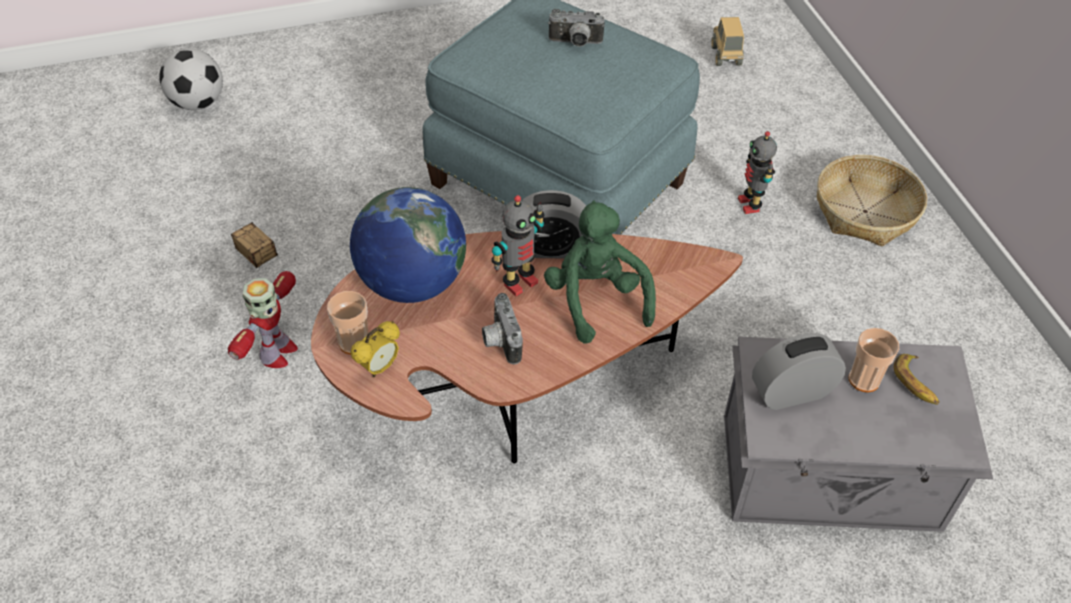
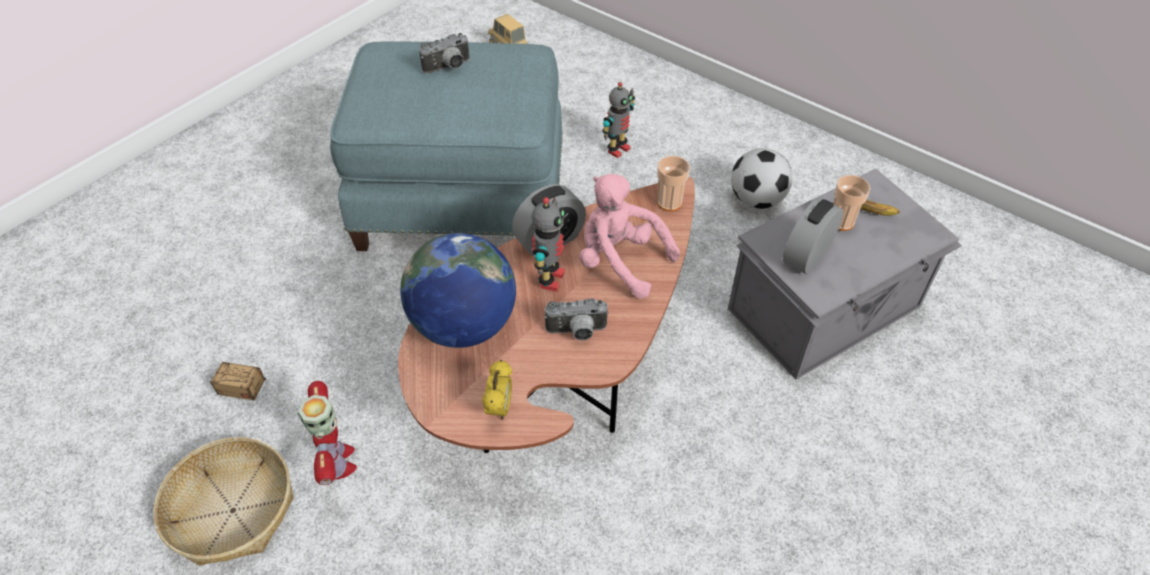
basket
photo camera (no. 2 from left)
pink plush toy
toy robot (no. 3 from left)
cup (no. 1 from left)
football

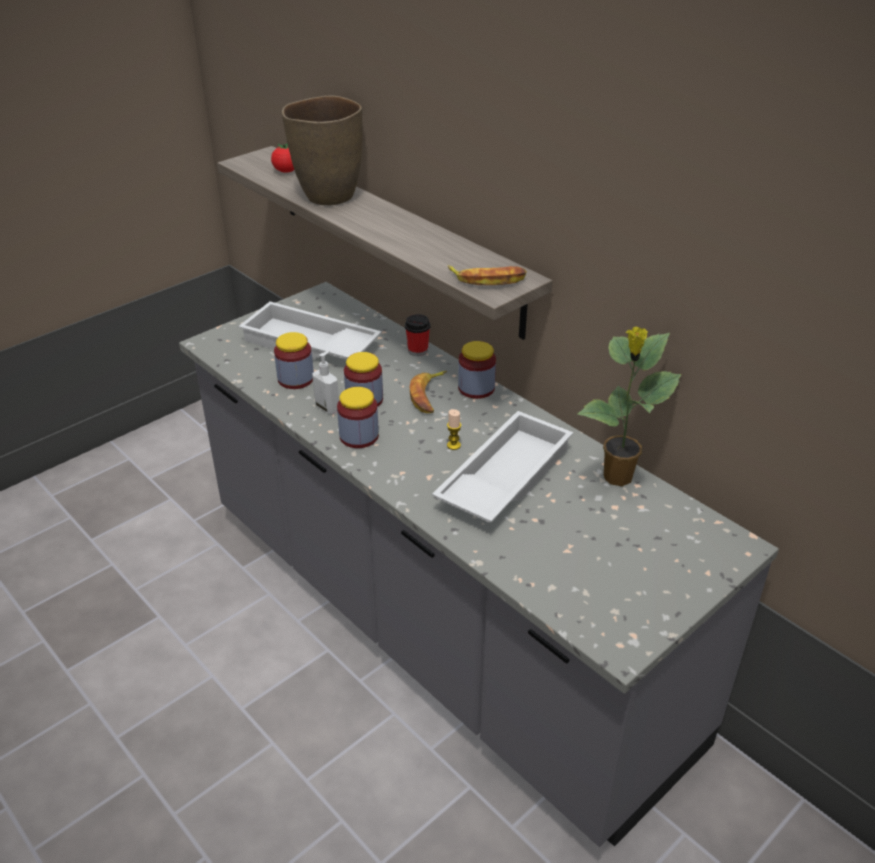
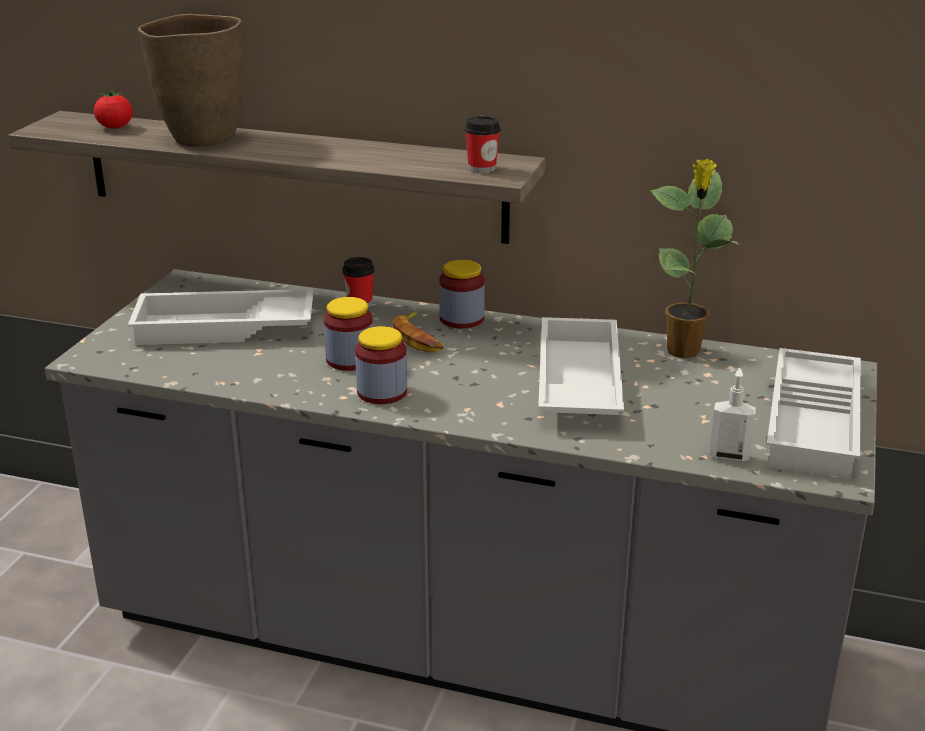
cup (no. 2 from left)
soap dispenser
white tray (no. 3 from left)
jar (no. 1 from left in the first image)
candle

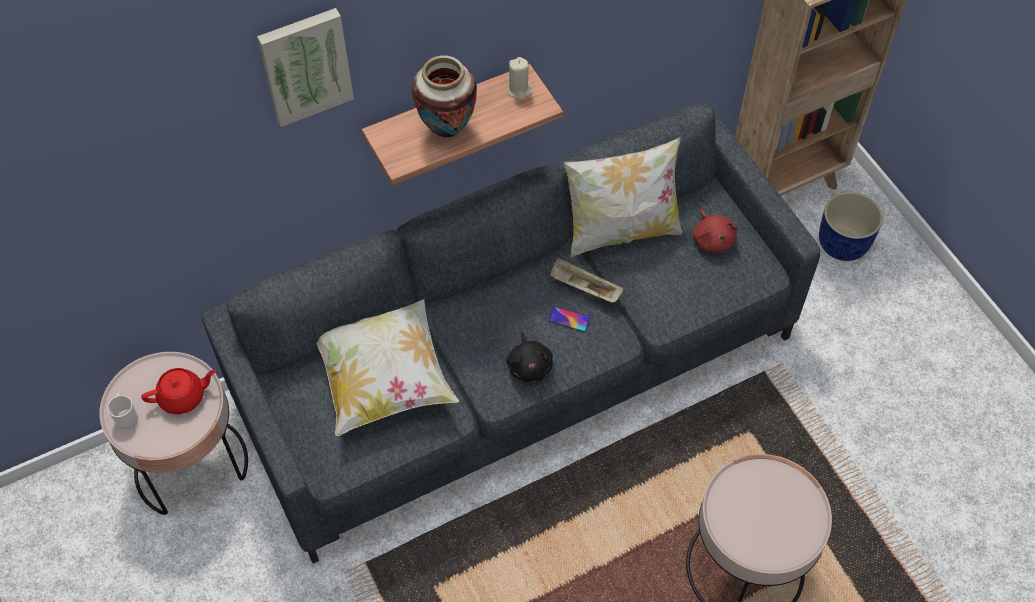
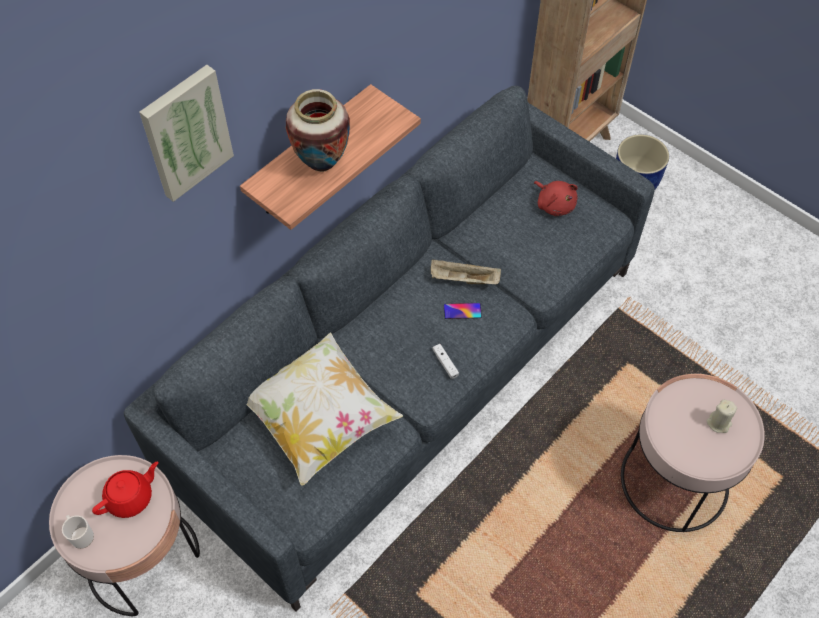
white game controller
beige candle
pillow (no. 2 from left in the first image)

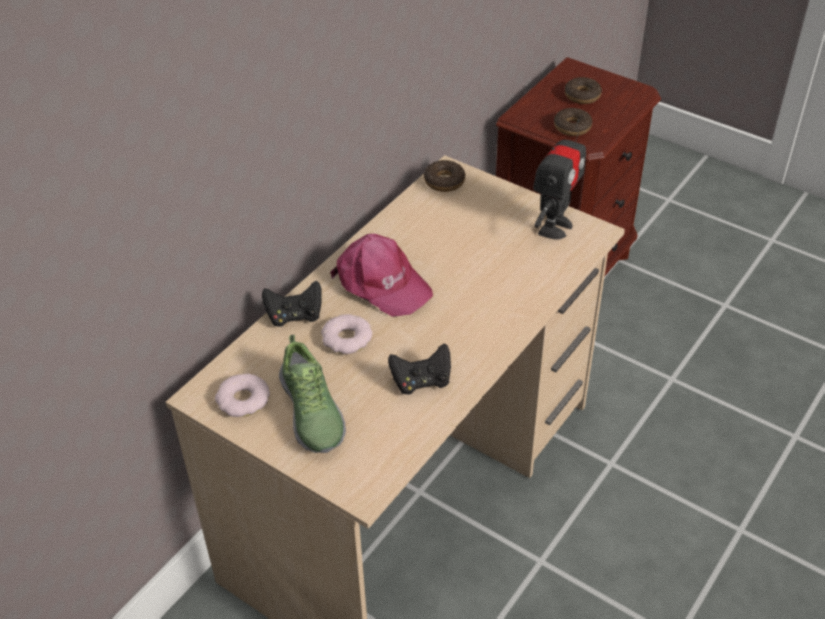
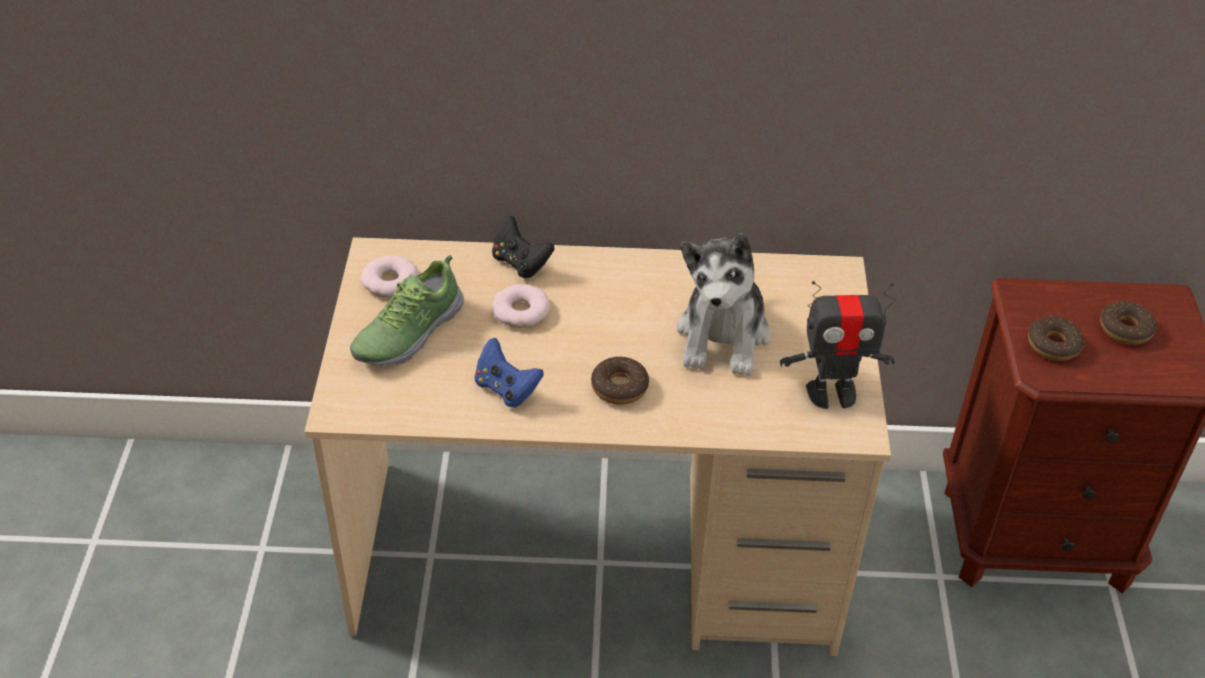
blue game controller
donut (no. 3 from left)
plush toy
pink cap

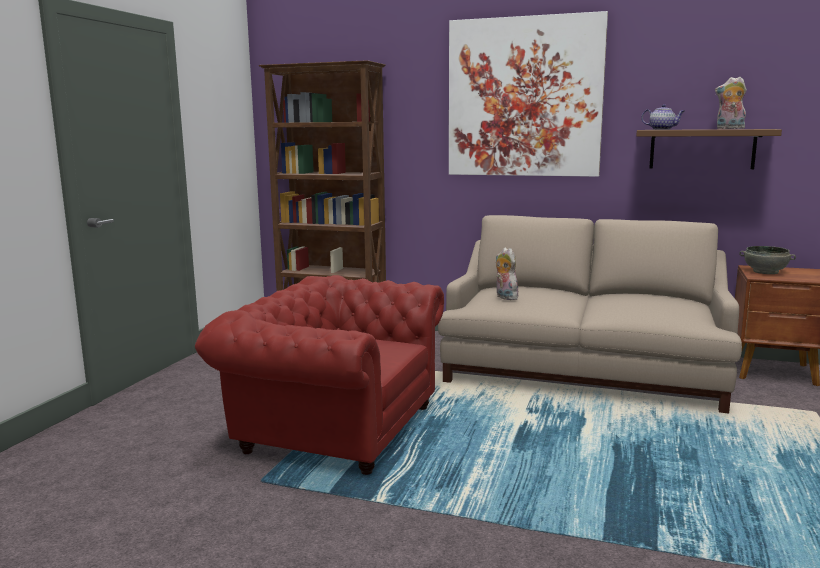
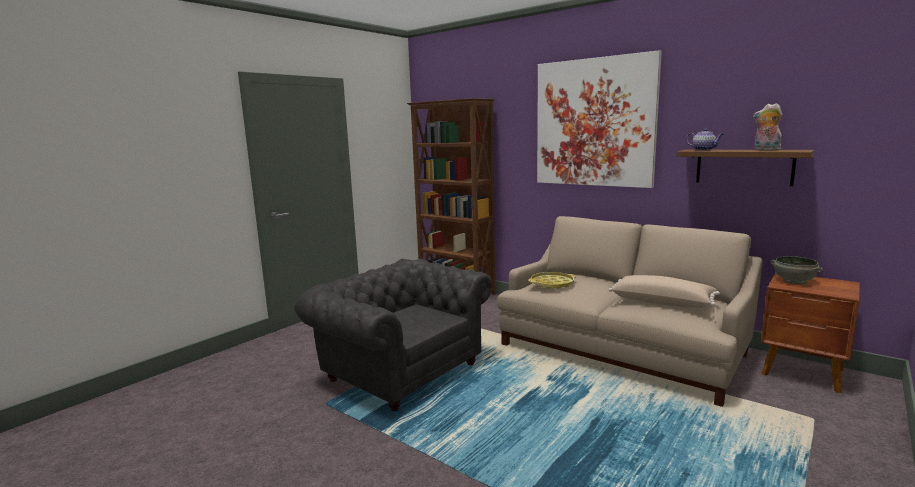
grey armchair
yellow tray
beige pillow

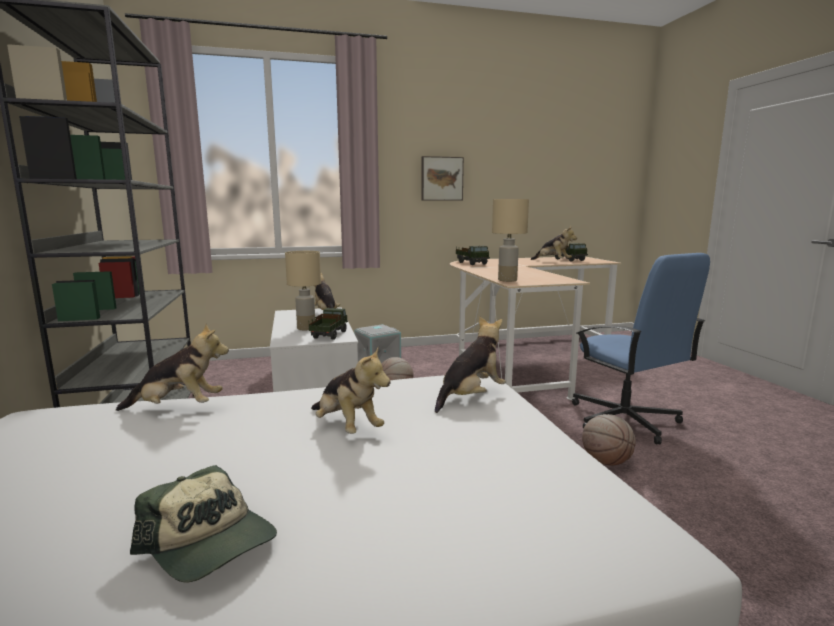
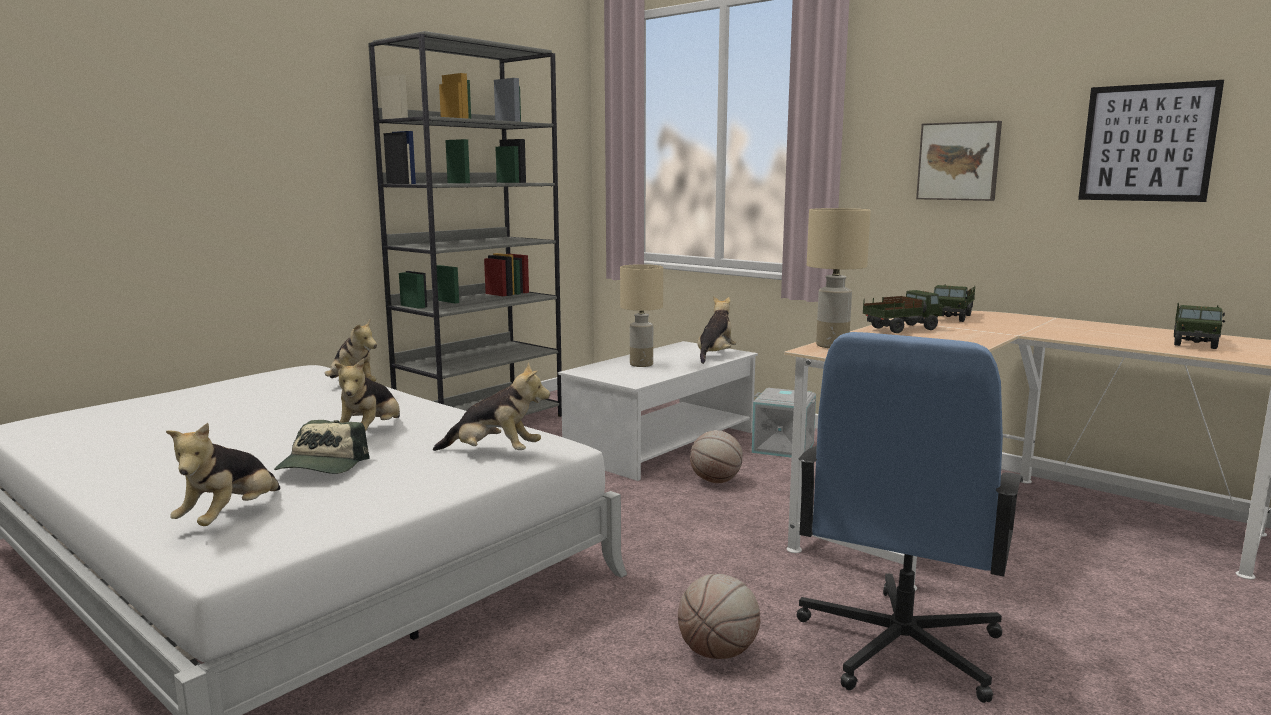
plush toy (no. 1 from left)
cap
toy truck (no. 1 from left)
picture (no. 2 from left)

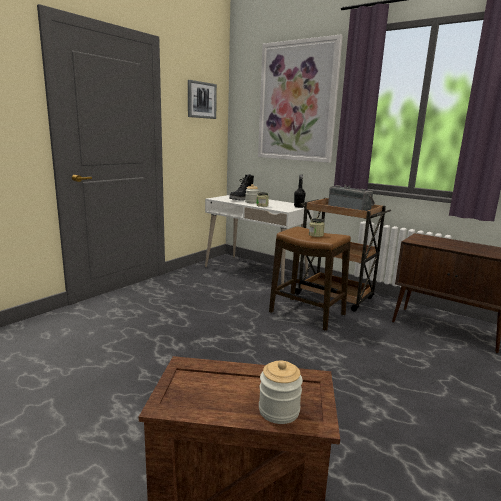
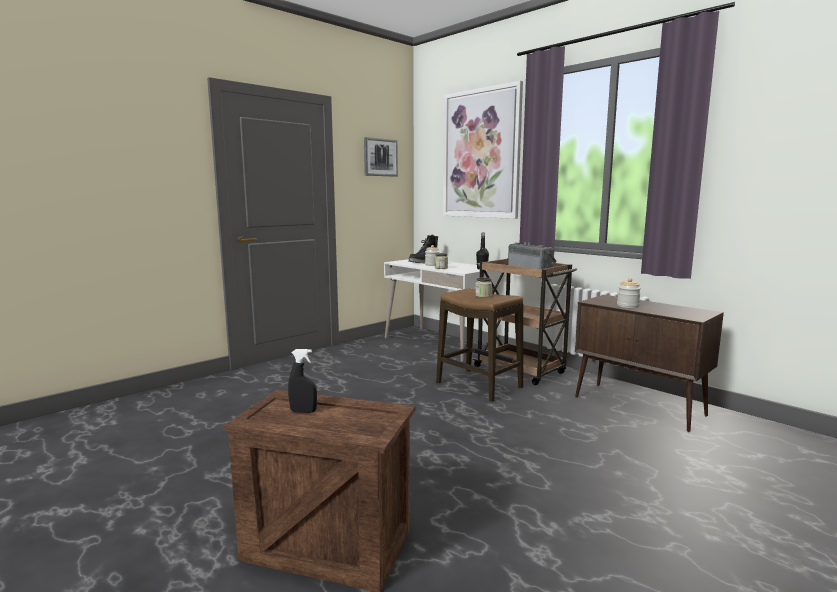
black spray bottle
jar (no. 4 from left)

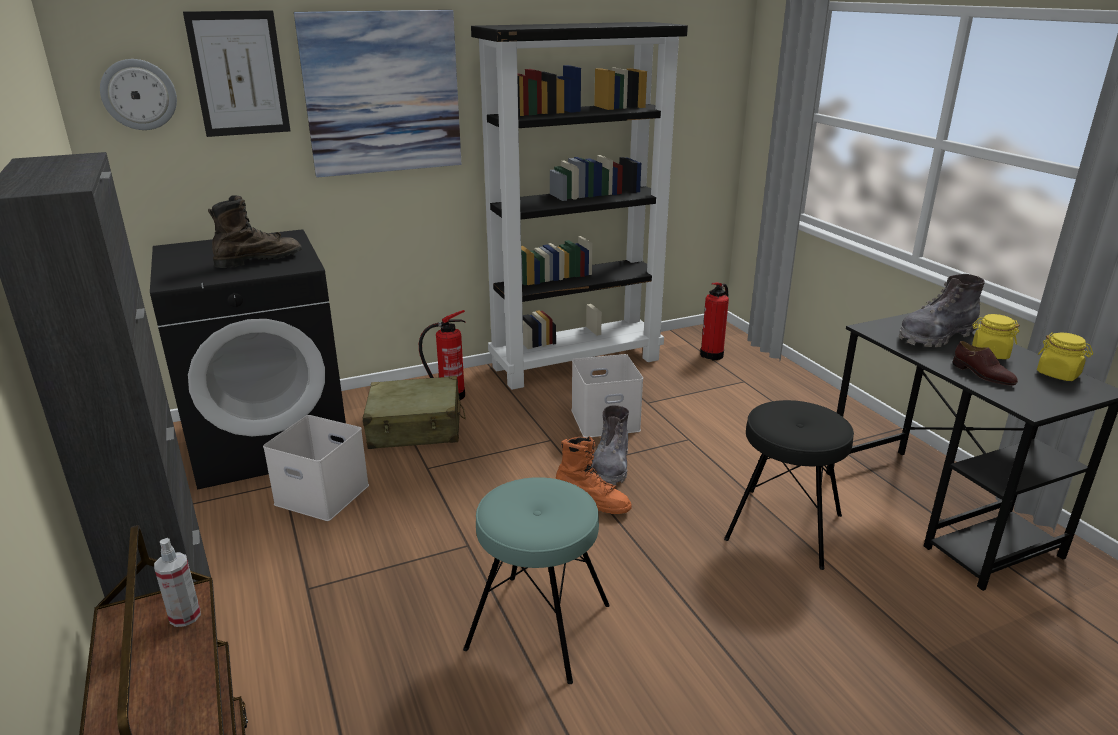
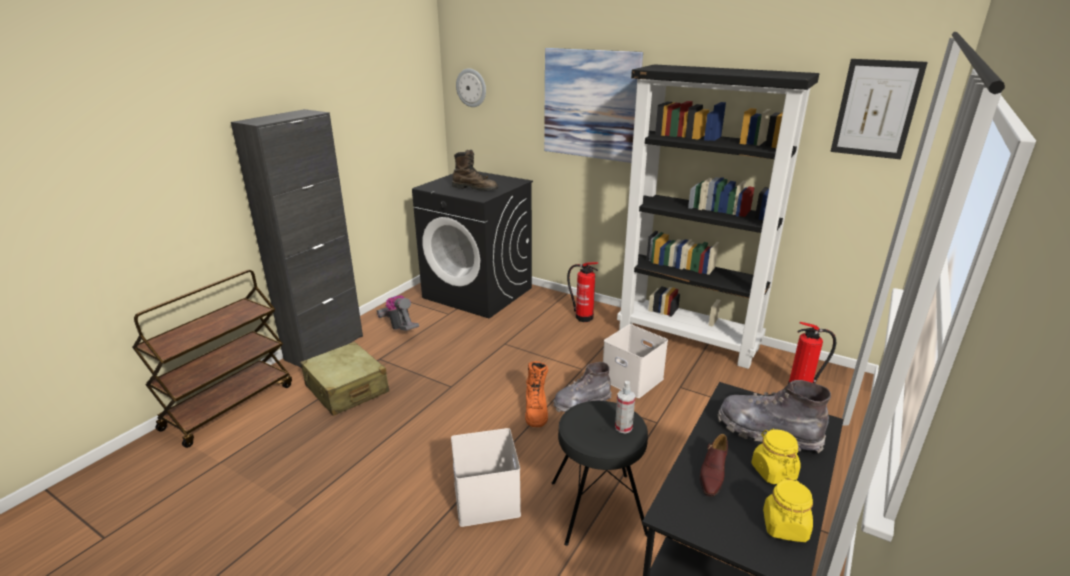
beige suitcase
vacuum cleaner
white storage box (no. 1 from left)
spray bottle
picture (no. 2 from left)
turquoise stool

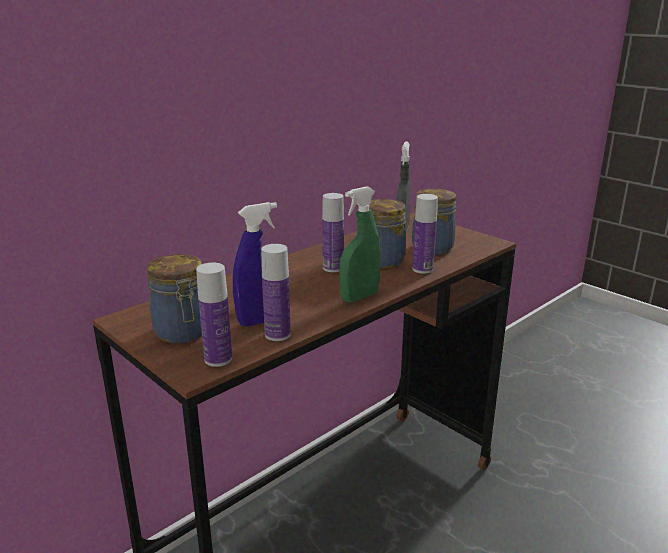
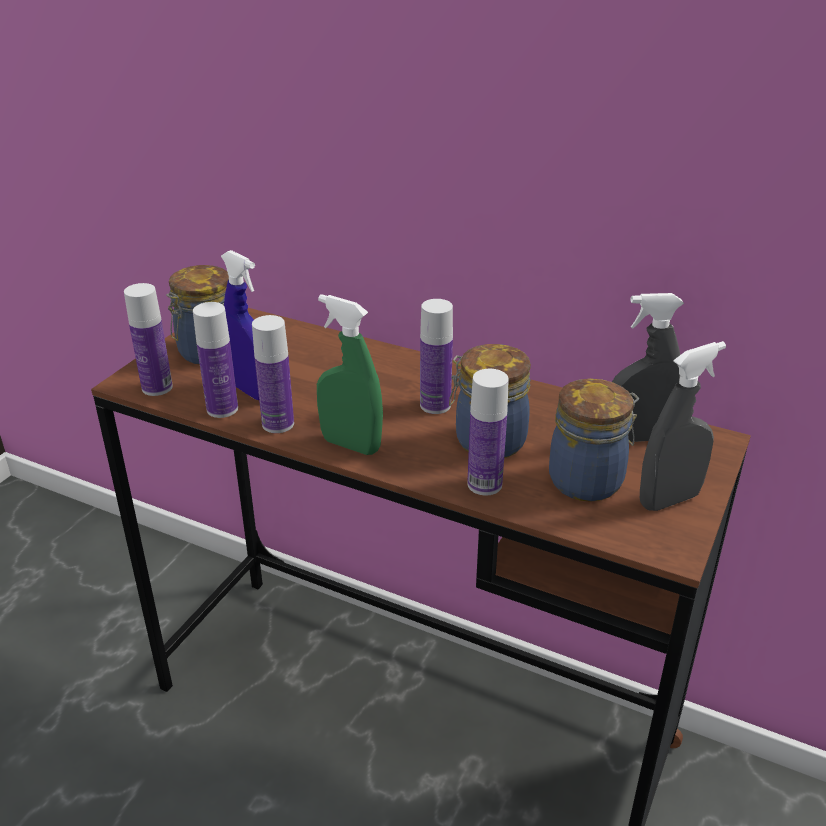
bottle (no. 3 from left)
grey spray bottle (no. 2 from left)

